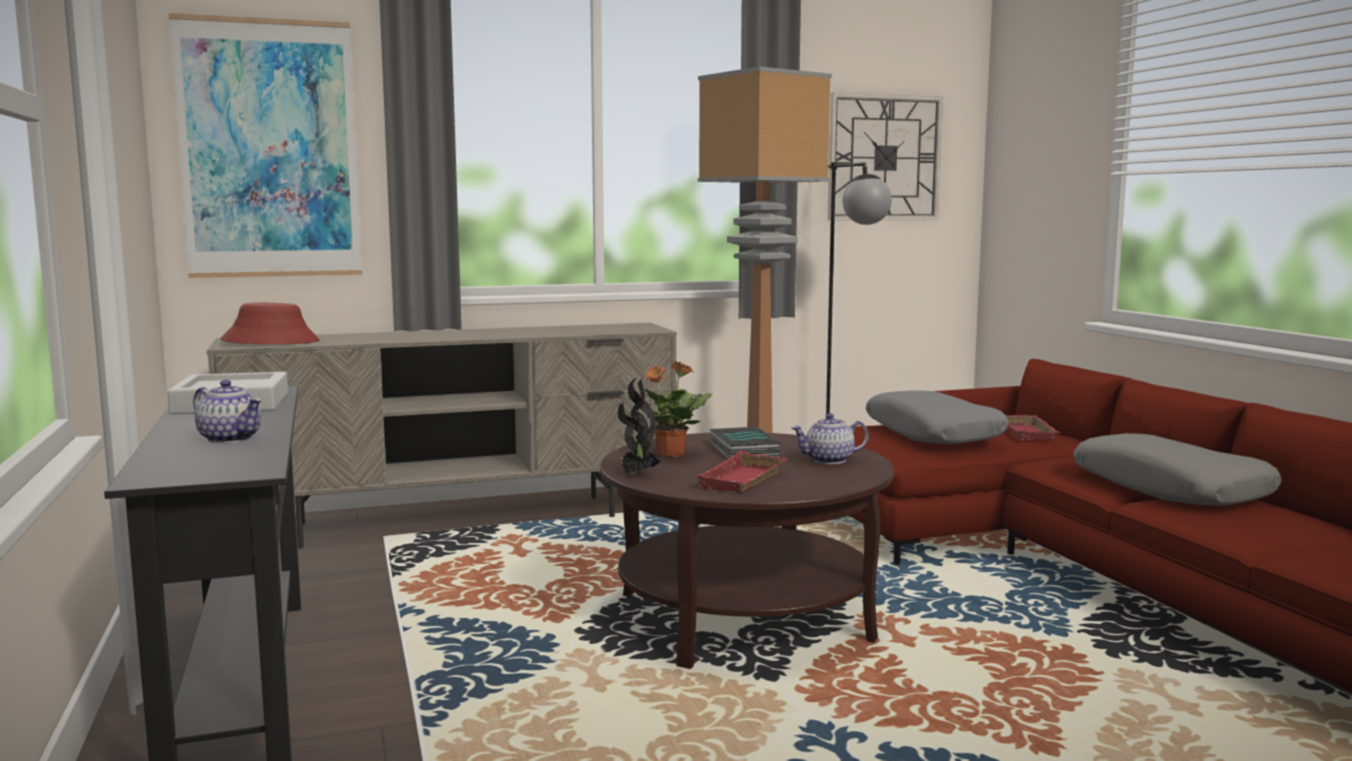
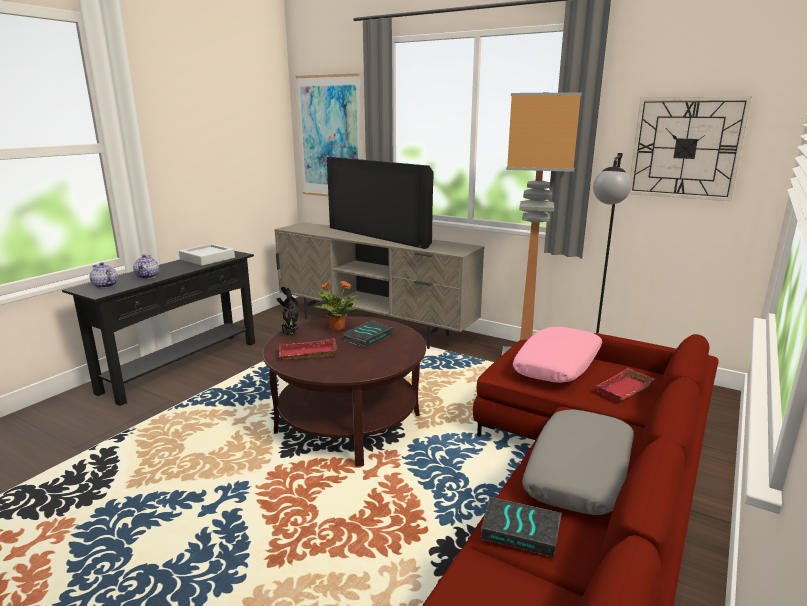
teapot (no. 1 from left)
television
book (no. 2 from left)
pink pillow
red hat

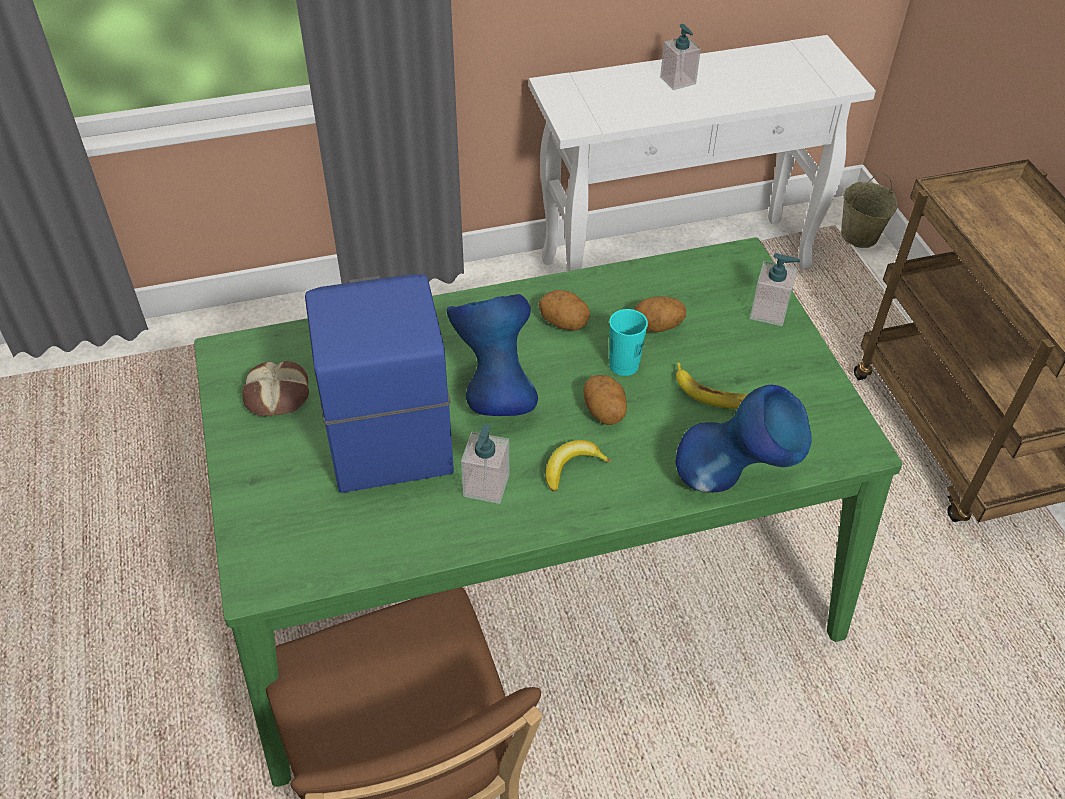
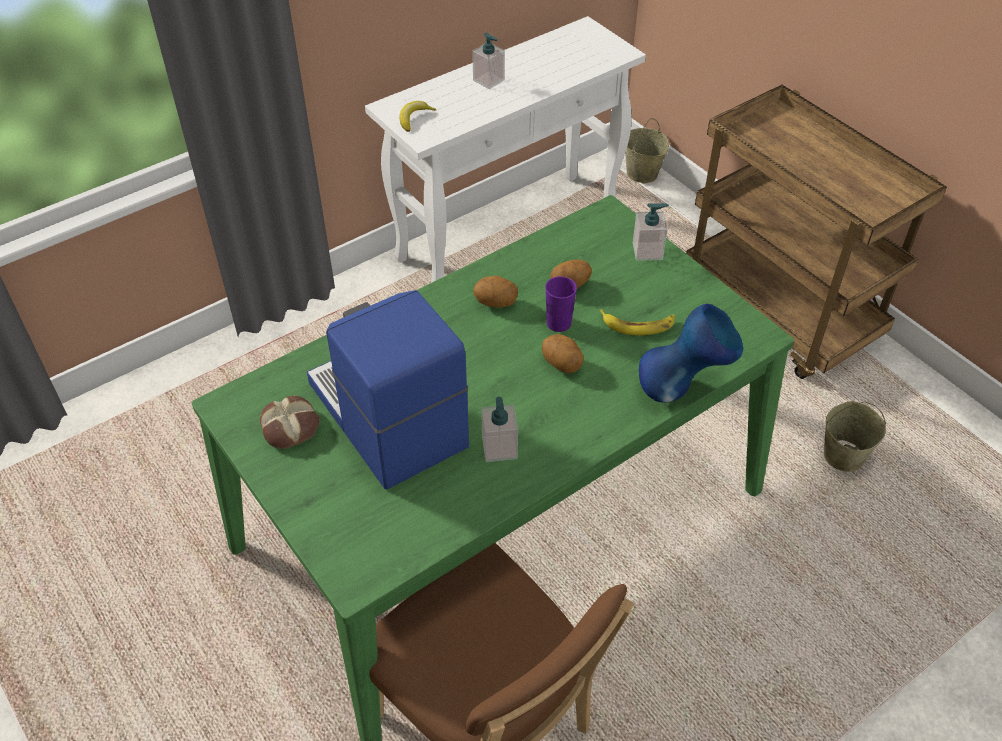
banana (no. 1 from left)
purple cup
beige bucket (no. 2 from left)
blue vase (no. 1 from left in the first image)

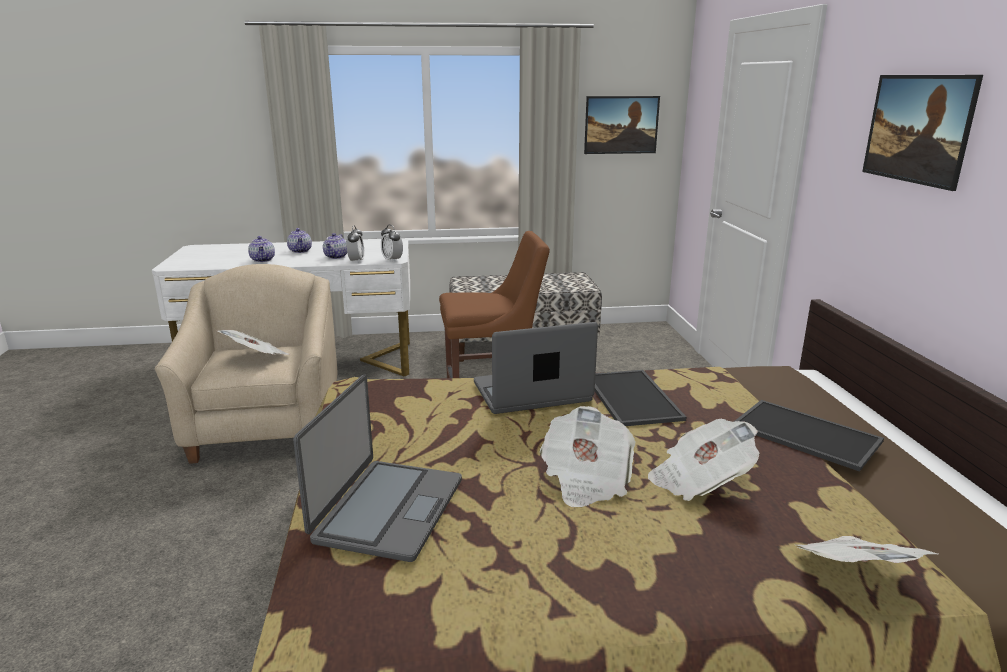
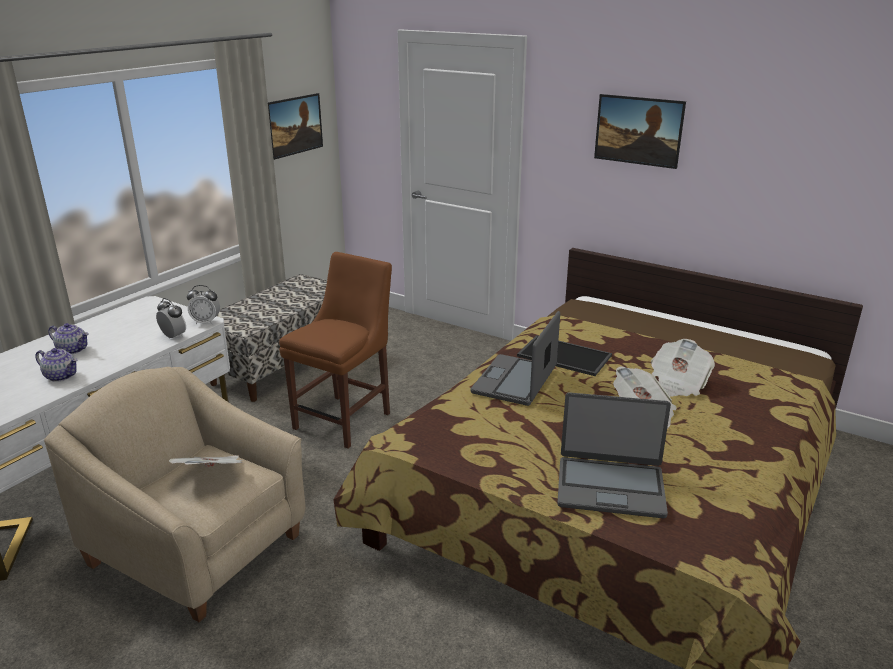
laptop (no. 2 from left)
teapot (no. 3 from left in the first image)
tray (no. 2 from left in the first image)
newspaper (no. 4 from left in the first image)

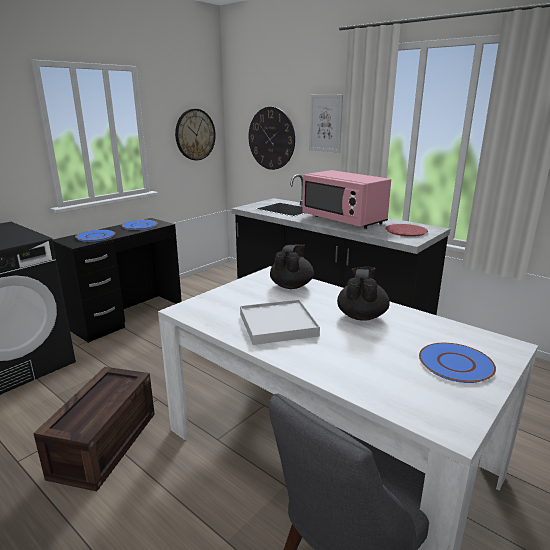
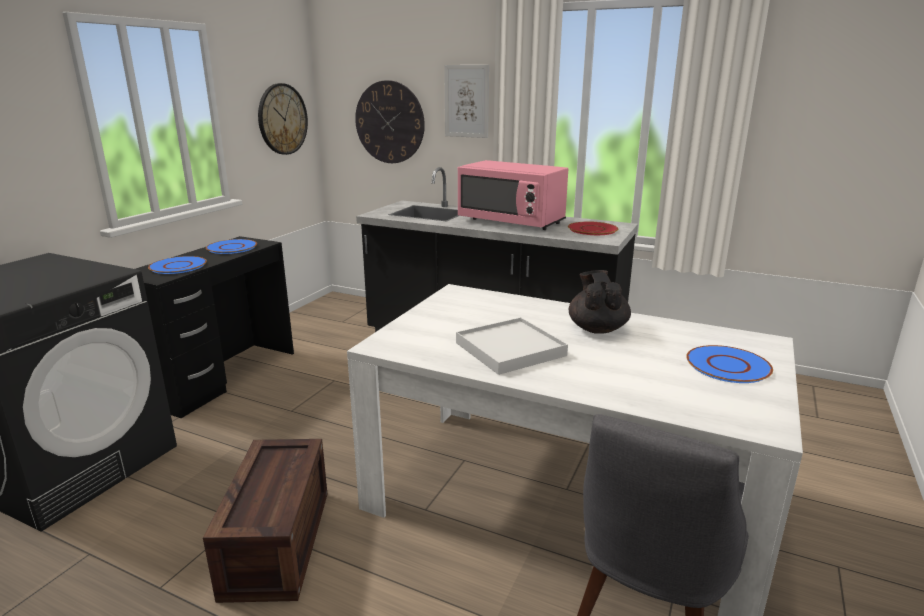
black teapot (no. 1 from left in the first image)

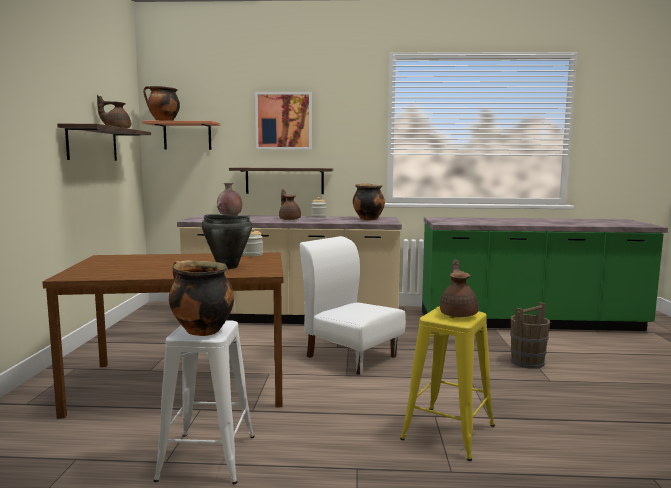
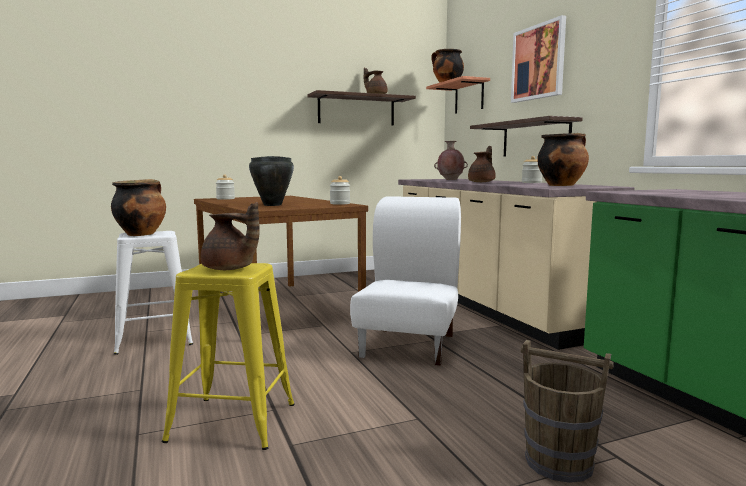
brown teapot (no. 1 from left)
jar (no. 1 from left)

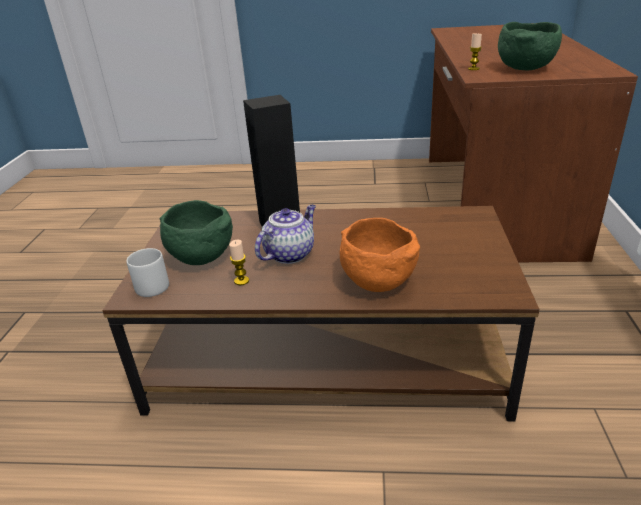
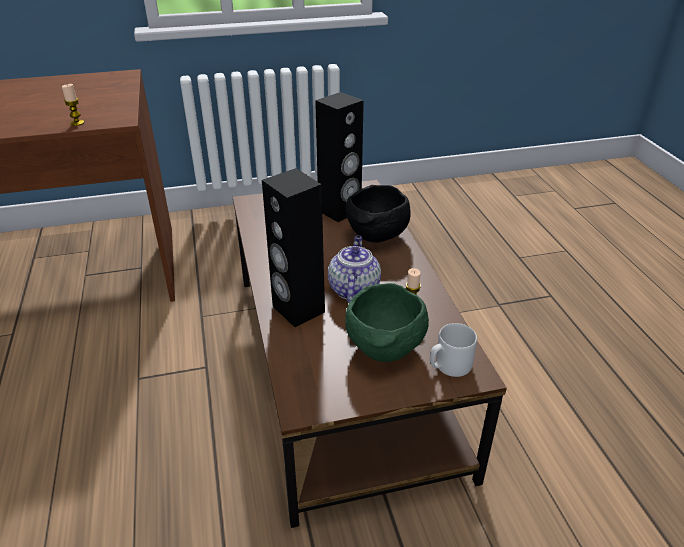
black speaker (no. 2 from left)
teapot
black bowl
green bowl (no. 2 from left in the first image)

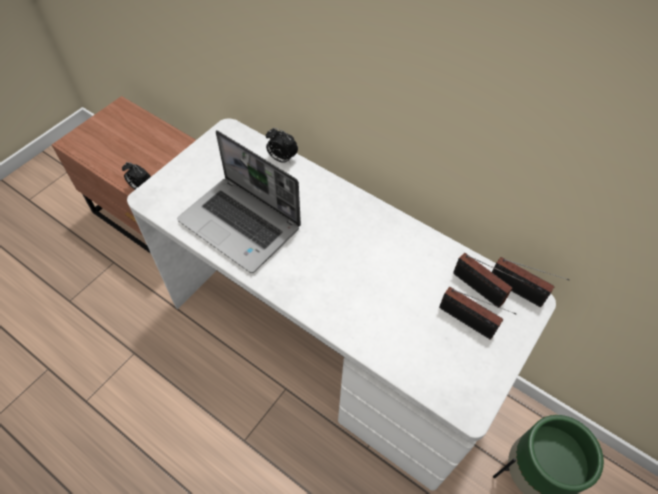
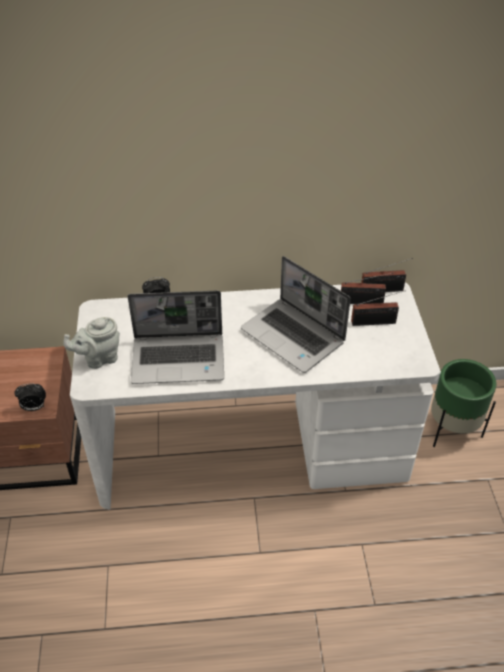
grey teapot
laptop (no. 2 from left)

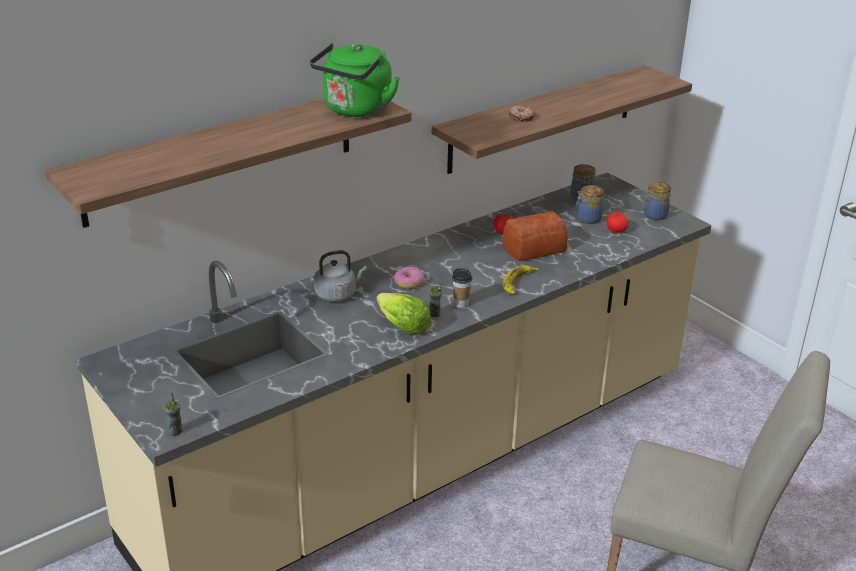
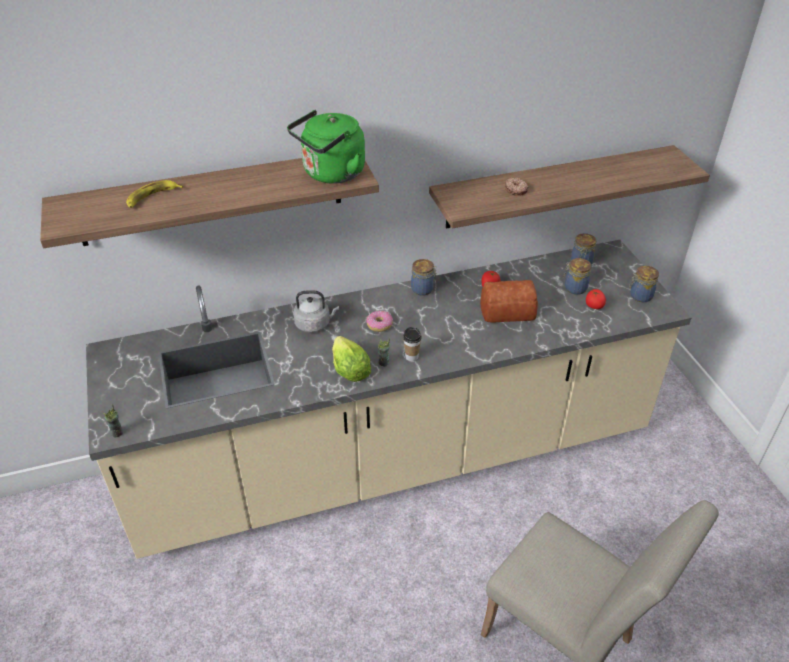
banana
jar (no. 1 from left)

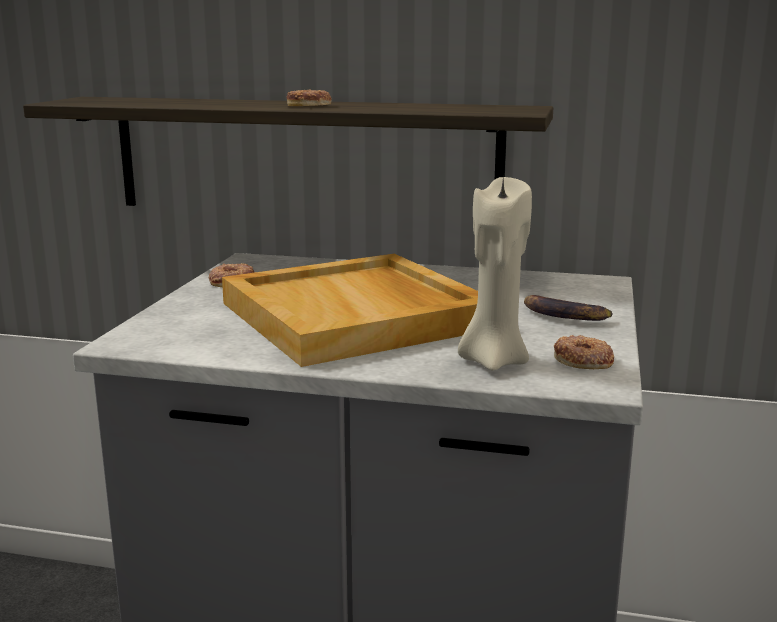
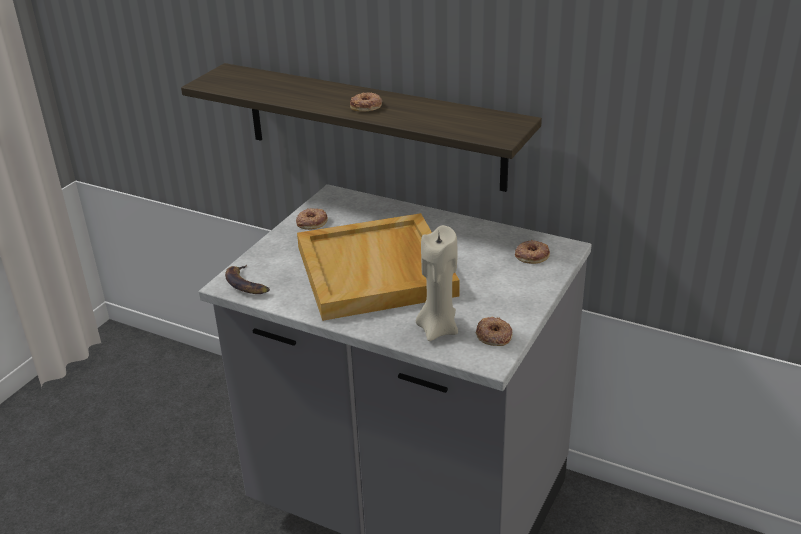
banana
donut (no. 4 from left)

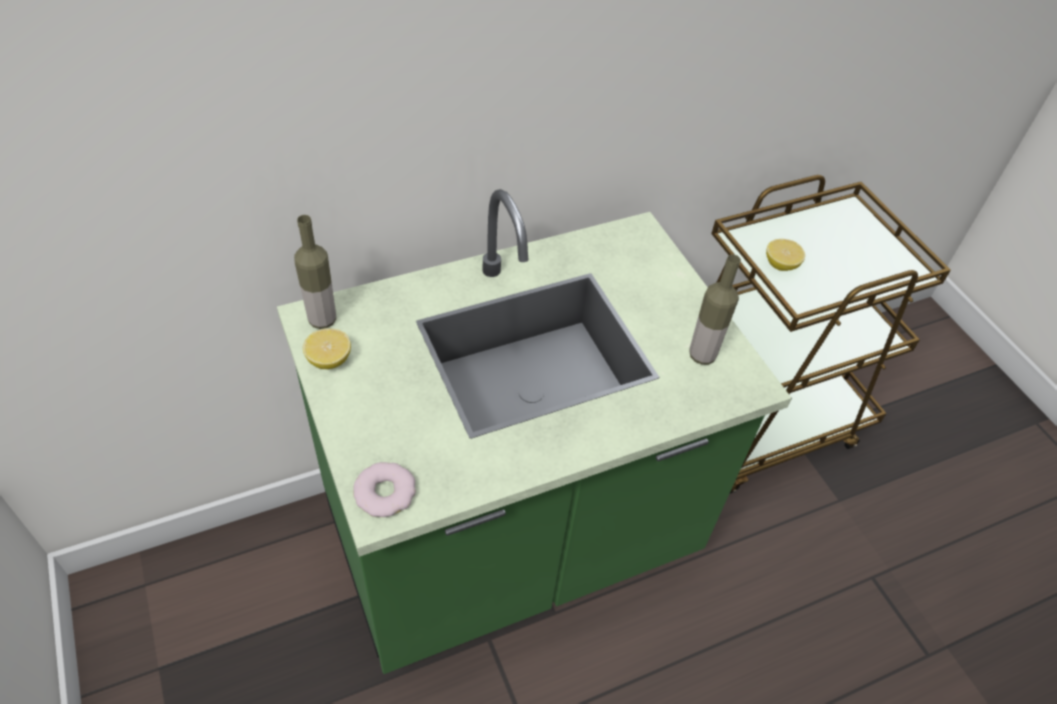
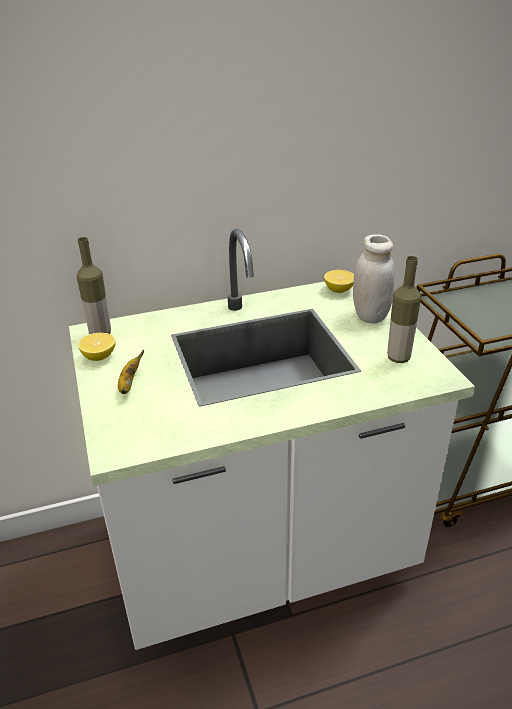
white counter
banana
lemon (no. 2 from left)
white jar
donut

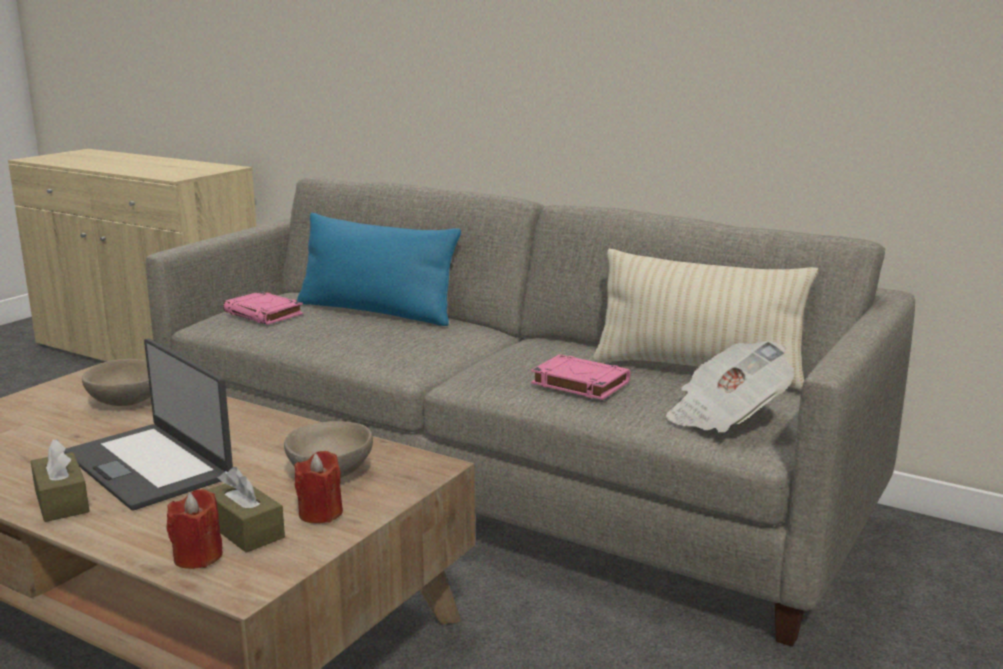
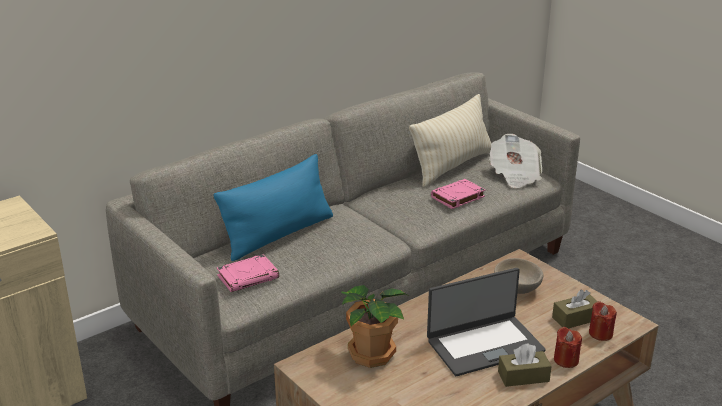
potted plant
red candle (no. 1 from left)

